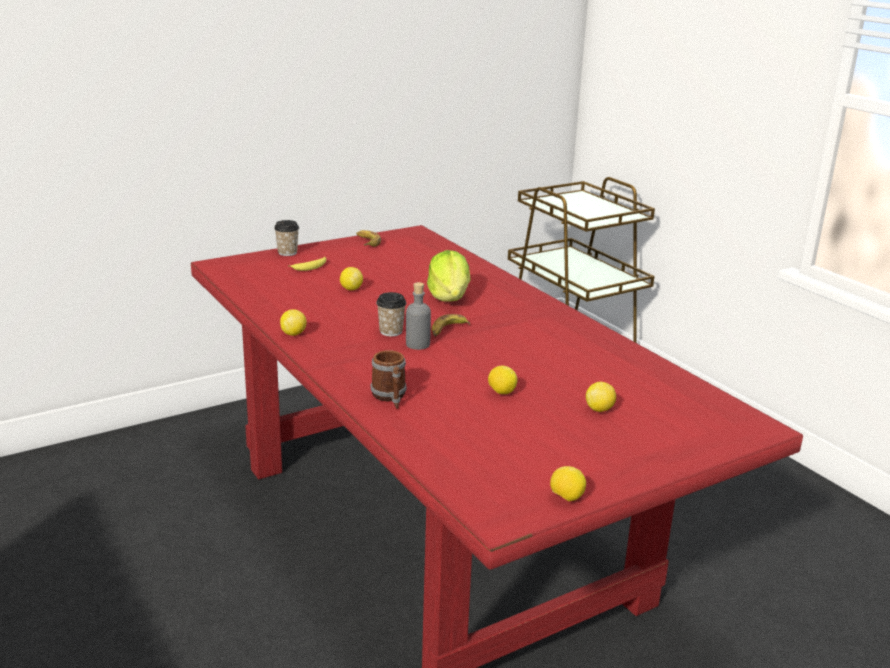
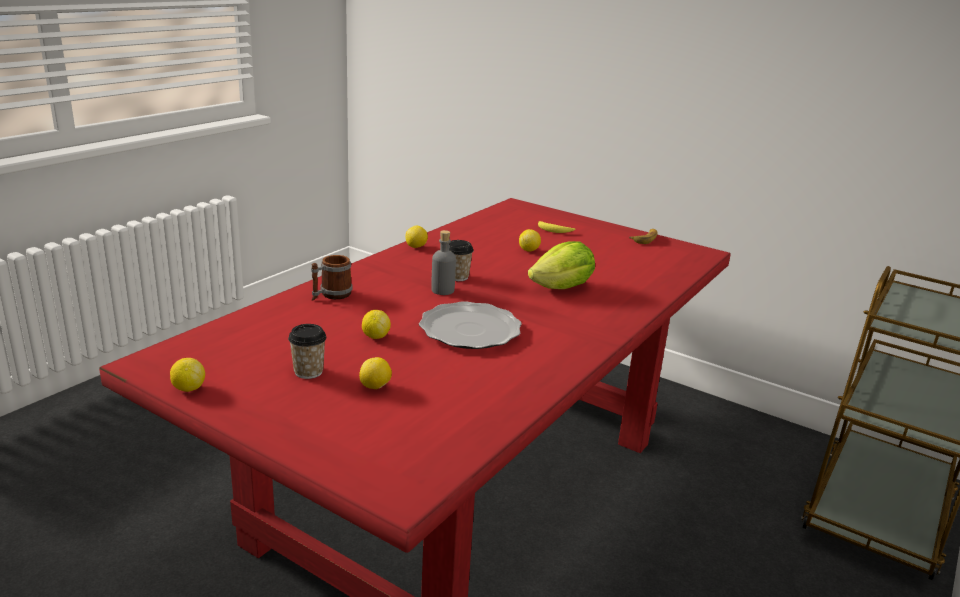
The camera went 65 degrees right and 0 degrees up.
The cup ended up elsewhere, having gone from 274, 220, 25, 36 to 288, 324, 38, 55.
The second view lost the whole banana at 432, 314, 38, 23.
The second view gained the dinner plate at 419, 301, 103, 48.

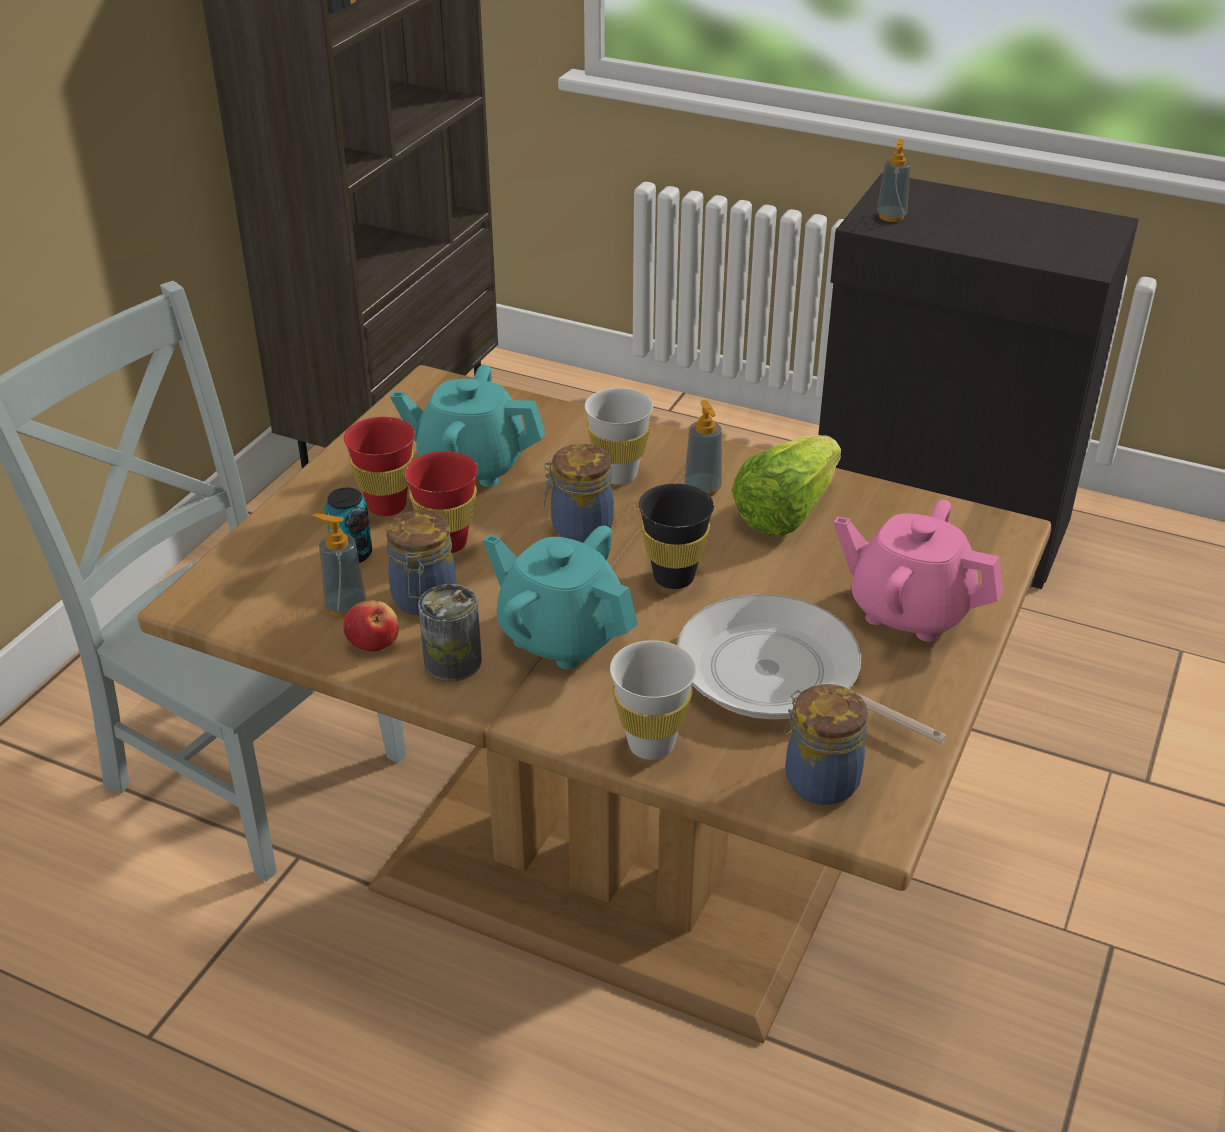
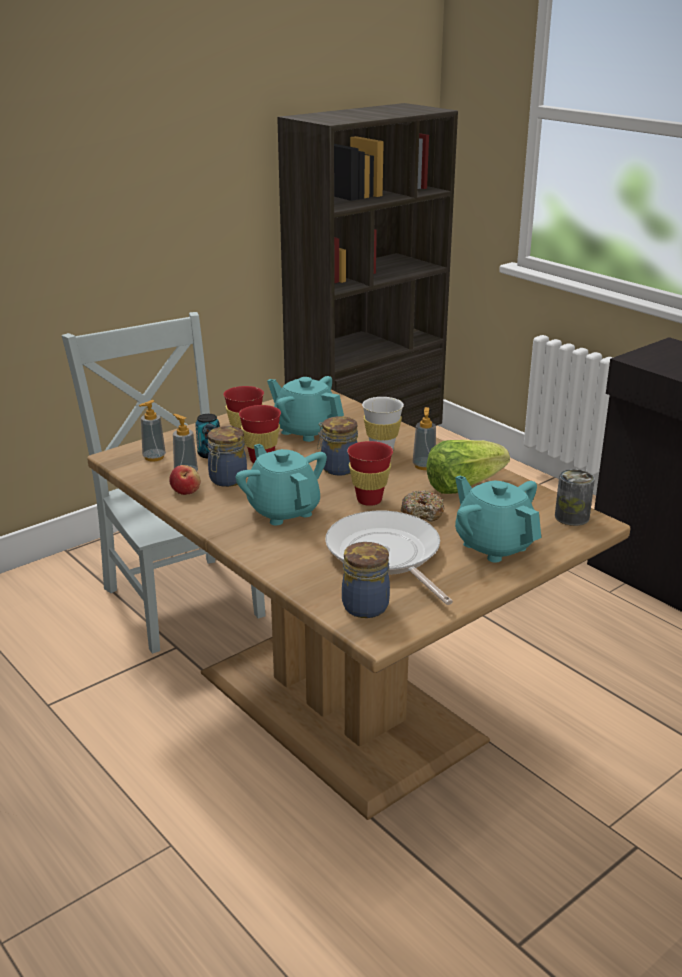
The camera went 25 degrees right and 10 degrees down.
The liquid soap bottle ended up elsewhere, having gone from 877, 139, 34, 83 to 139, 400, 27, 62.
What was the cup (black-coloured) at 639, 484, 75, 105 turned into the cup (reddish) at 347, 441, 46, 65.
What was the tea pot (pink-coloured) at 834, 500, 169, 142 turned into the tea pot (turquoise-coloured) at 455, 476, 86, 87.
The sealed can ended up elsewhere, having gone from 418, 584, 64, 97 to 555, 469, 40, 57.
The second view lost the cup (whitish) at 610, 640, 86, 120.
The second view gained the donut at 401, 490, 43, 32.

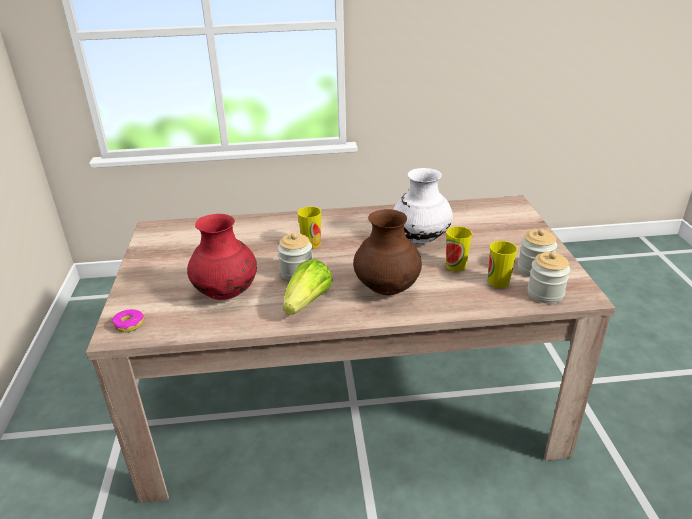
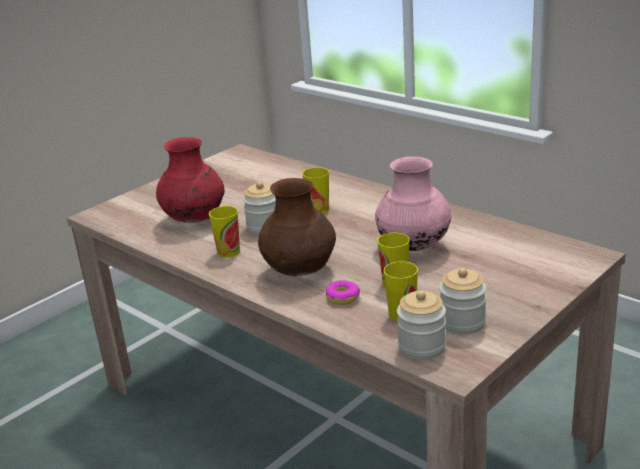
The camera went 50 degrees right and 5 degrees down.
What was the flower vase (whitish) at 393, 168, 60, 76 turned into the flower vase (pink-coloured) at 375, 156, 76, 95.
Where the lettuce head stood at 283, 259, 50, 56, the cup came to stand at 209, 206, 31, 51.
The donut ended up elsewhere, having gone from 112, 309, 32, 24 to 326, 280, 34, 25.

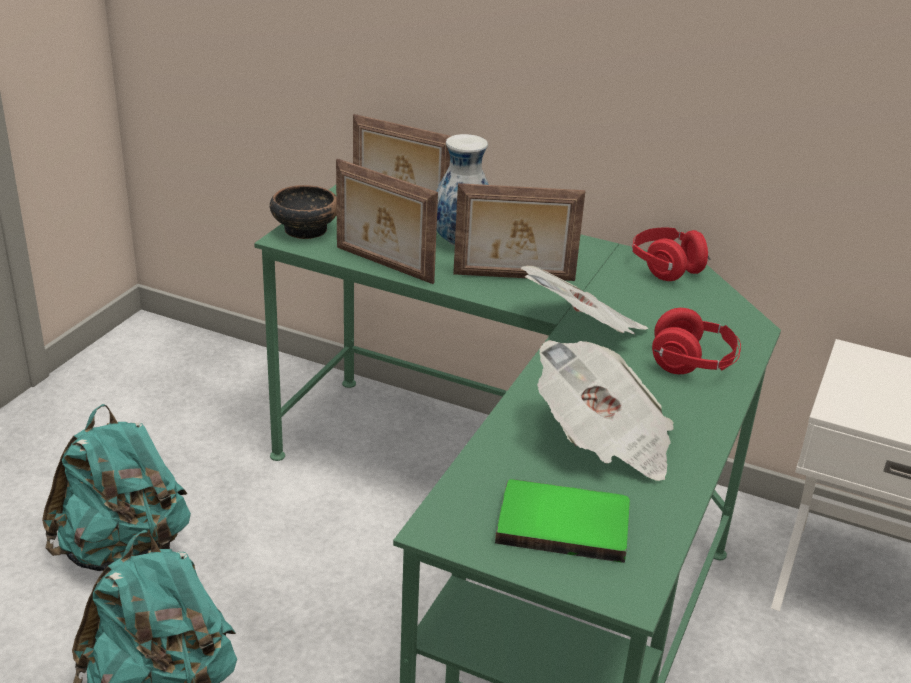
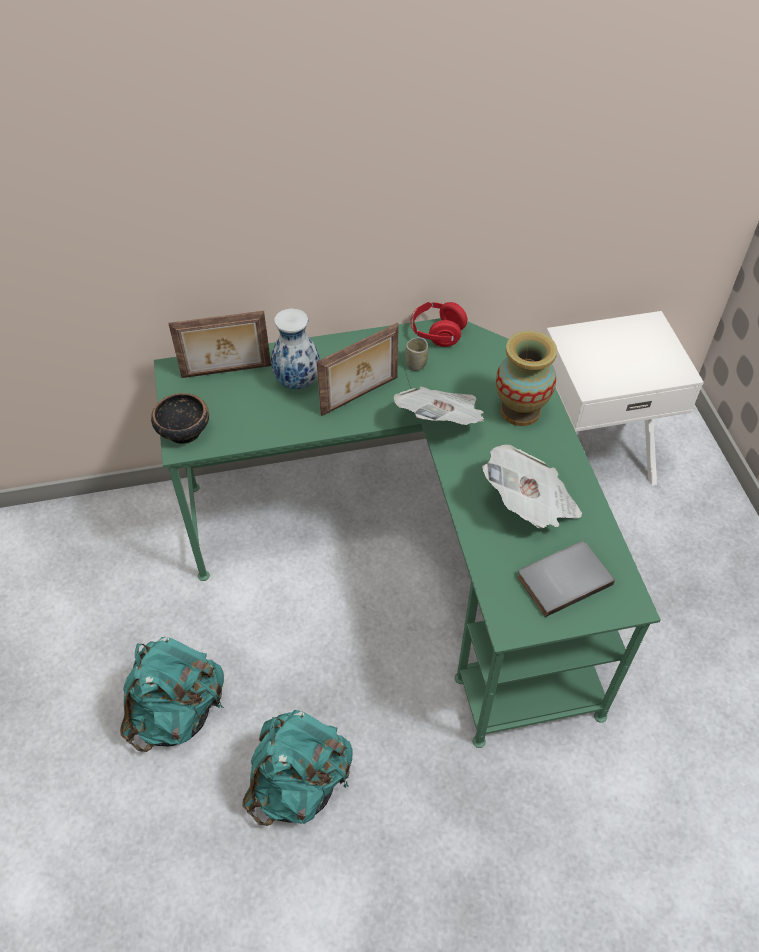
The camera went 35 degrees left and 20 degrees up.
The second view lost the picture frame at 336, 159, 102, 125.
Where the headset (reddish) stood at 652, 308, 89, 66, the flower vase came to stand at 496, 331, 61, 95.
What was the bound book (green-coloured) at 495, 479, 135, 84 turned into the bound book (grey) at 518, 541, 97, 76.
The second view gained the cup at 405, 337, 23, 34.

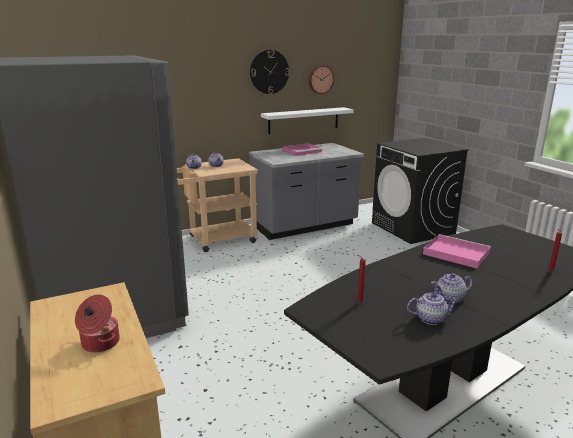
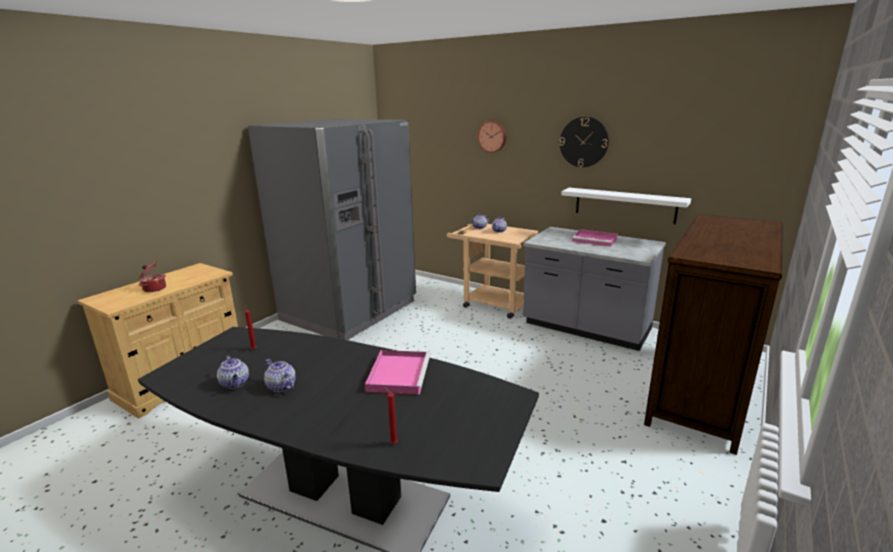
The camera went 60 degrees right and 0 degrees up.
The hanging clock ended up elsewhere, having gone from 309, 65, 25, 29 to 477, 121, 29, 32.
Where the laundry appliance (black-coloured) stood at 372, 138, 97, 106, the drawer chest came to stand at 644, 214, 139, 241.

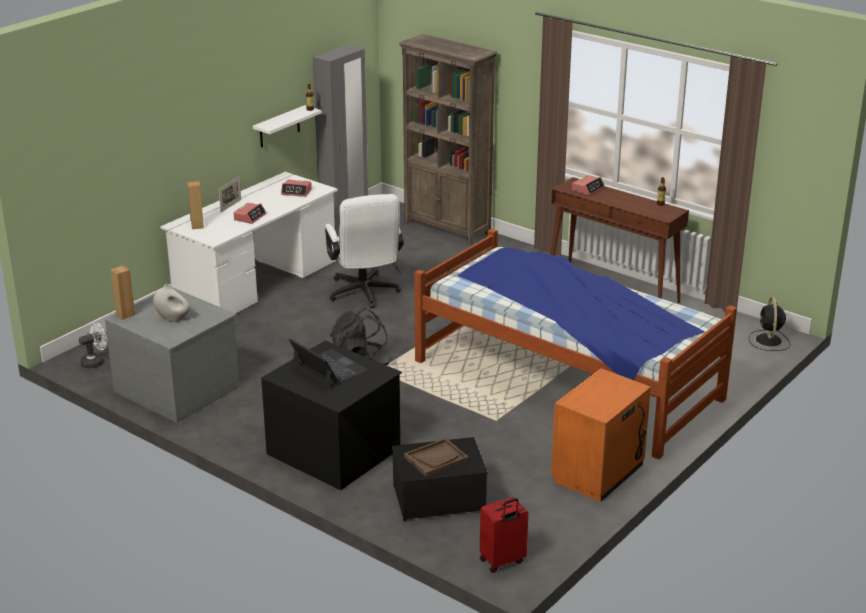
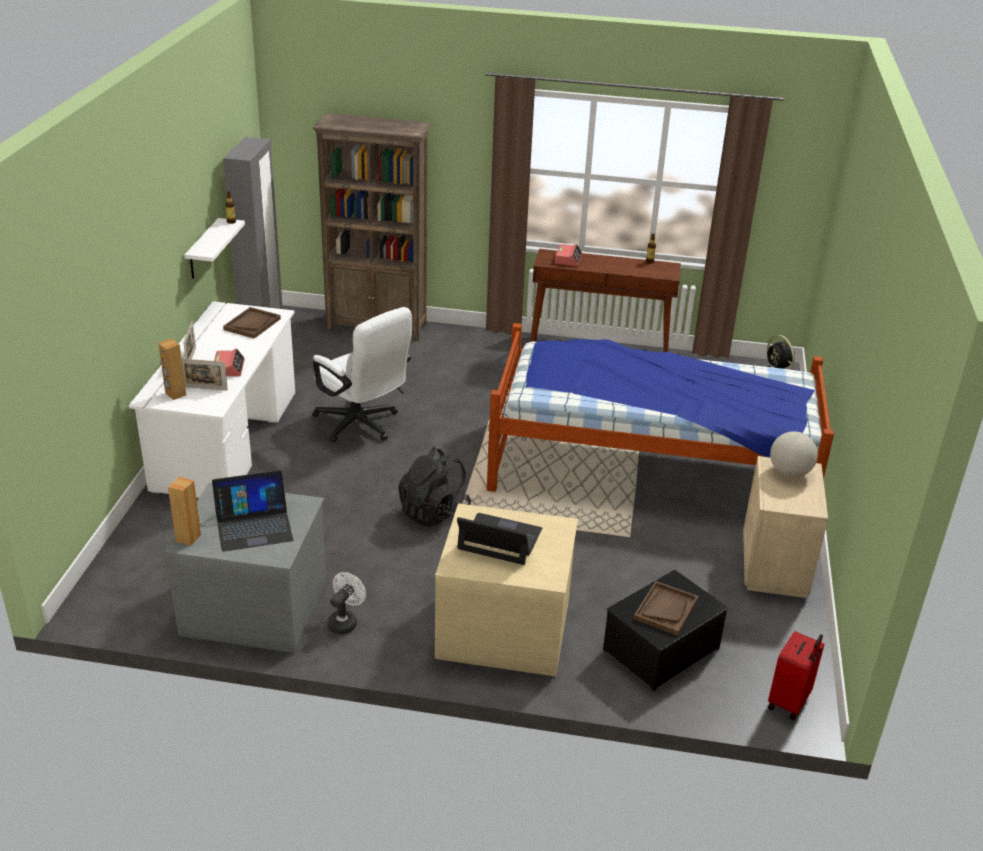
The camera went 30 degrees left and 5 degrees up.
Where the bedside clock stood at 281, 179, 31, 18, the serving tray (brownish) came to stand at 223, 307, 58, 32.
Where the flower vase (whitish) stood at 153, 284, 37, 38, the portable computer came to stand at 212, 470, 81, 82.
The electric fan (whitish) ended up elsewhere, having gone from 79, 323, 28, 45 to 327, 572, 39, 62.
What was the drawer chest (black-coloured) at 261, 340, 141, 150 turned into the drawer chest (sand-coloured) at 435, 503, 143, 173.
What was the nightstand (orangey) at 551, 368, 100, 134 turned into the nightstand (sand-coloured) at 743, 456, 85, 142.
The second view gained the picture frame at 182, 359, 46, 31.
The second view gained the globe at 770, 431, 48, 46.

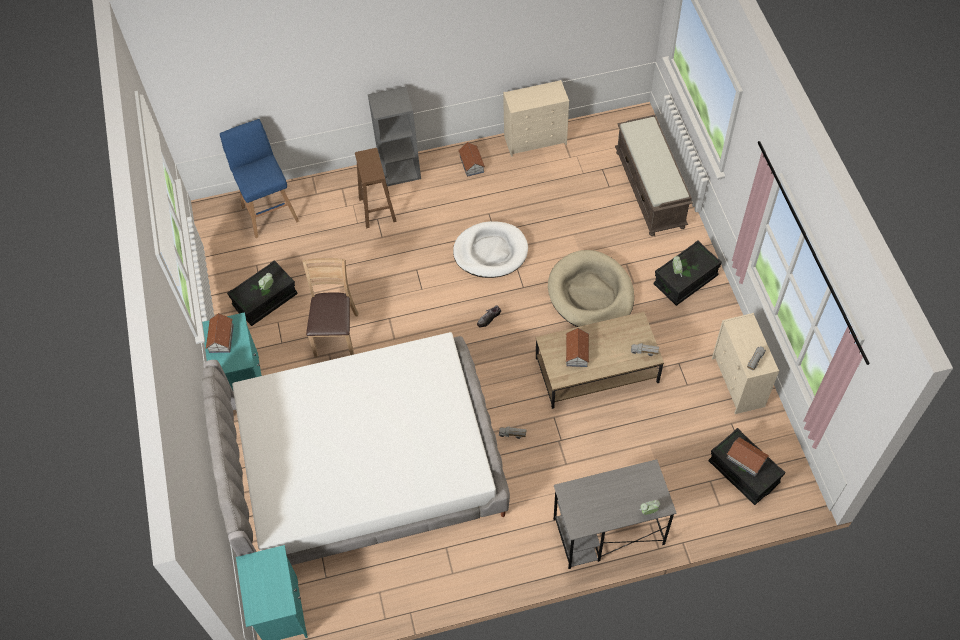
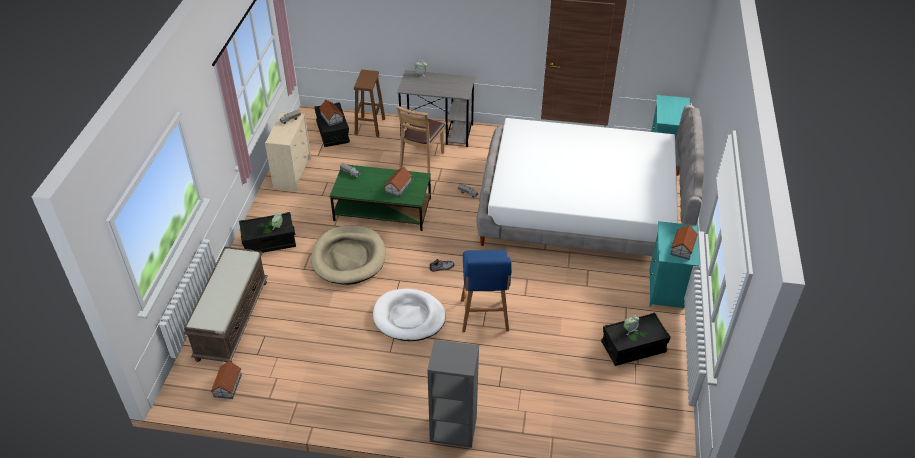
The camera went 160 degrees left and 15 degrees down.
The second view lost the drawer chest (sand-coloured) at 503, 80, 66, 77.
The sitting stool (blue) ended up elsewhere, having gone from 220, 119, 79, 119 to 461, 250, 51, 82.
The toy house ended up elsewhere, having gone from 458, 142, 27, 35 to 211, 361, 31, 38.
The sitting stool (brownish) ended up elsewhere, having gone from 355, 148, 42, 80 to 354, 70, 31, 67.
The upright chair (brownish) ended up elsewhere, having gone from 302, 258, 57, 99 to 396, 105, 49, 68.
What was the low table (brownish) at 536, 312, 128, 97 turned into the low table (green-coloured) at 330, 165, 101, 66.

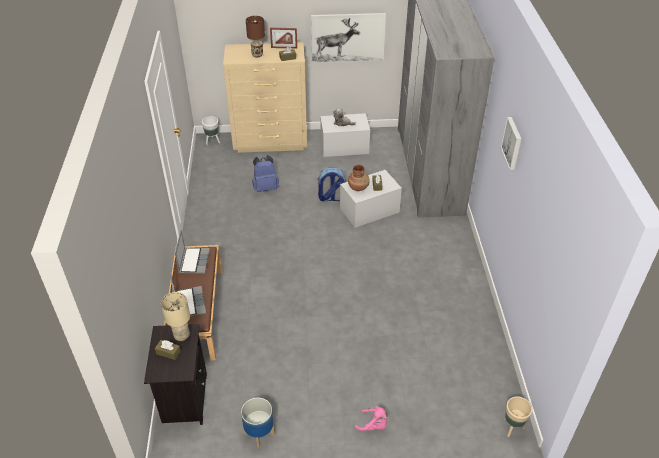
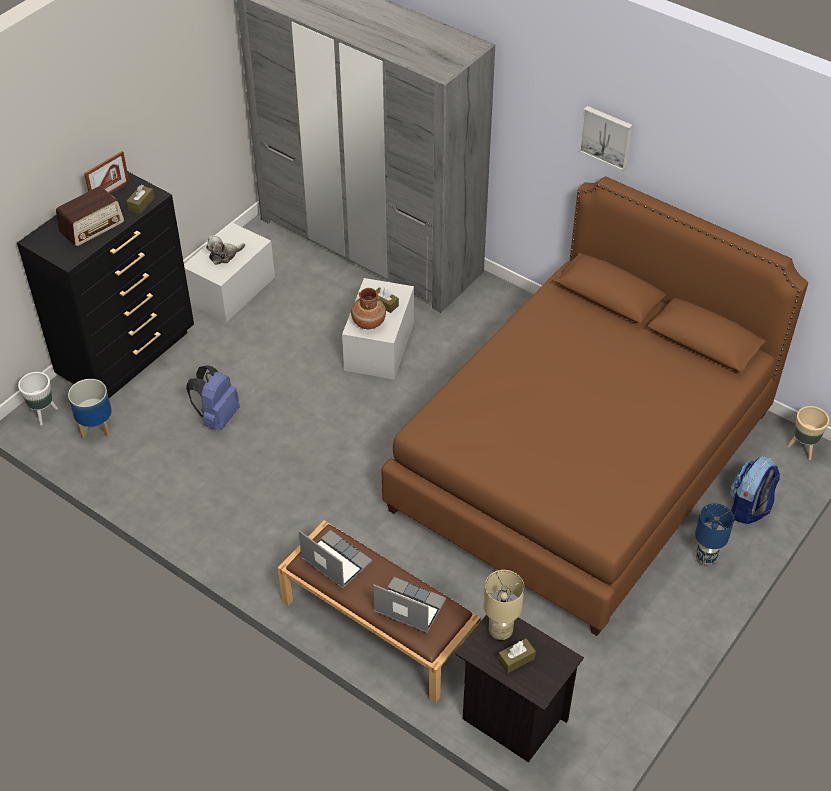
The camera went 50 degrees left and 5 degrees up.
The second view lost the picture at 311, 13, 75, 49.
Where the table lamp (brownish) stood at 246, 16, 19, 41, the radio came to stand at 56, 186, 69, 61.
What was the drawer chest (sand-coloured) at 223, 42, 84, 111 turned into the drawer chest (black-coloured) at 17, 171, 177, 227.
The backpack ended up elsewhere, having gone from 318, 167, 28, 35 to 730, 456, 50, 68.
The flower pot ended up elsewhere, having gone from 241, 397, 33, 50 to 68, 379, 44, 60.
Where the soft toy (pink-coloured) stood at 355, 406, 32, 25, the table lamp (blue) came to stand at 695, 503, 39, 63.
The second view gained the bed (brownish) at 381, 176, 427, 460.

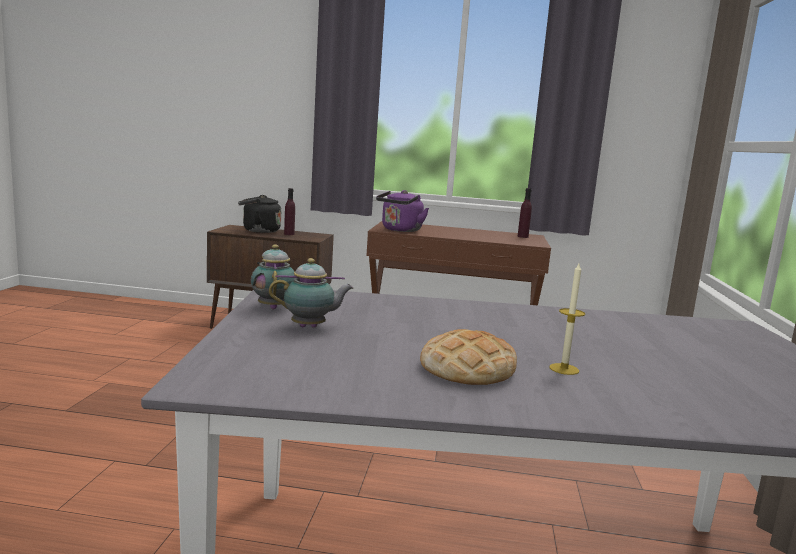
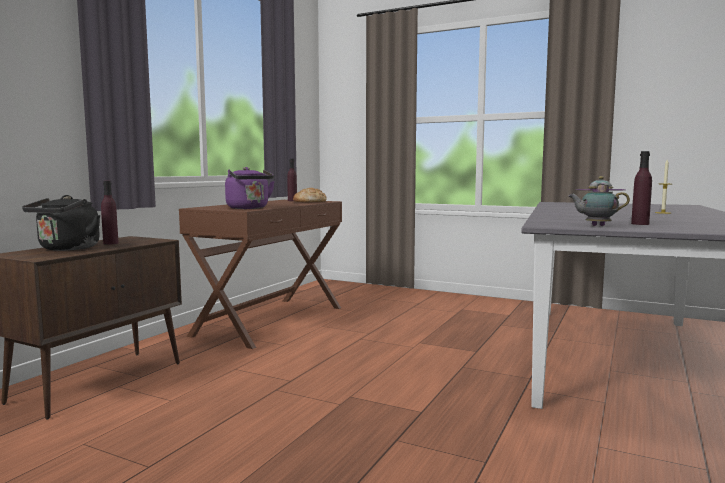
The camera went 70 degrees left and 5 degrees down.
Where the tea pot stood at 269, 258, 85, 70, the beverage bottle (purple) came to stand at 631, 151, 21, 74.
The bakery bread ended up elsewhere, having gone from 420, 329, 97, 56 to 293, 188, 34, 14.

